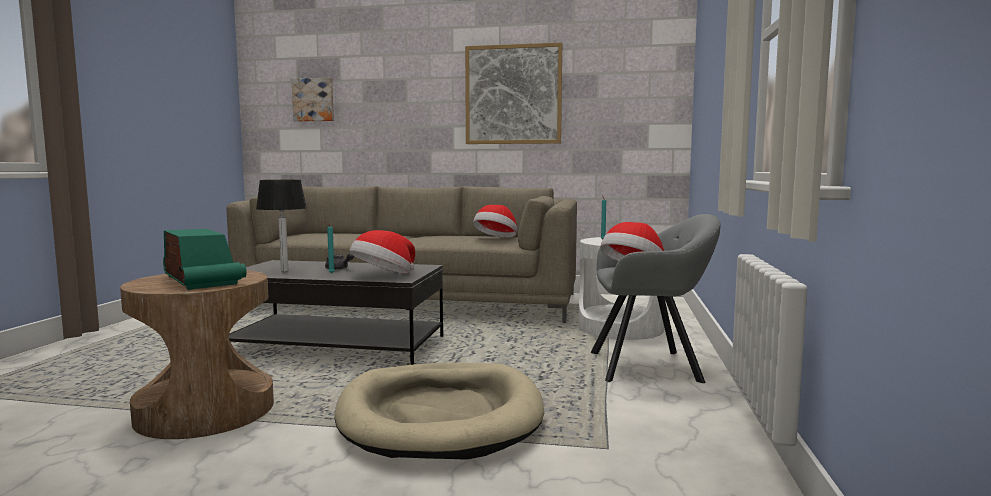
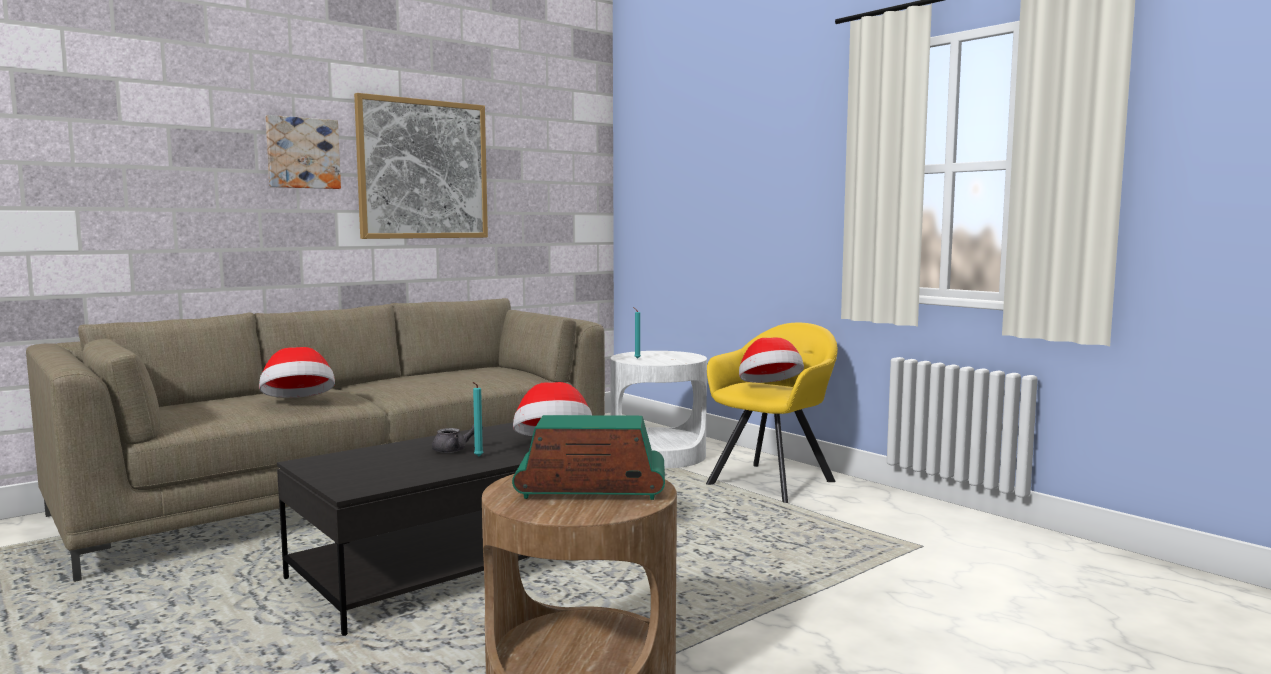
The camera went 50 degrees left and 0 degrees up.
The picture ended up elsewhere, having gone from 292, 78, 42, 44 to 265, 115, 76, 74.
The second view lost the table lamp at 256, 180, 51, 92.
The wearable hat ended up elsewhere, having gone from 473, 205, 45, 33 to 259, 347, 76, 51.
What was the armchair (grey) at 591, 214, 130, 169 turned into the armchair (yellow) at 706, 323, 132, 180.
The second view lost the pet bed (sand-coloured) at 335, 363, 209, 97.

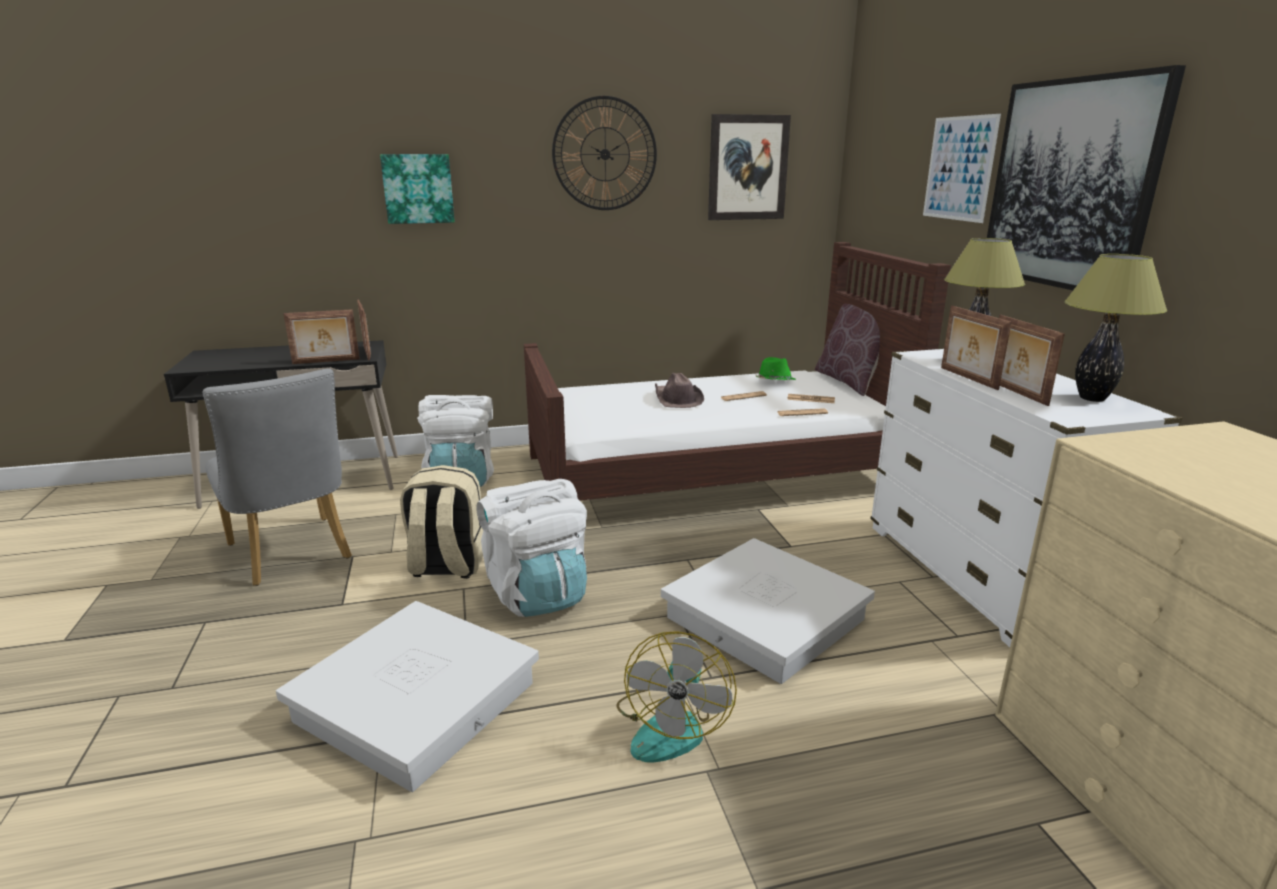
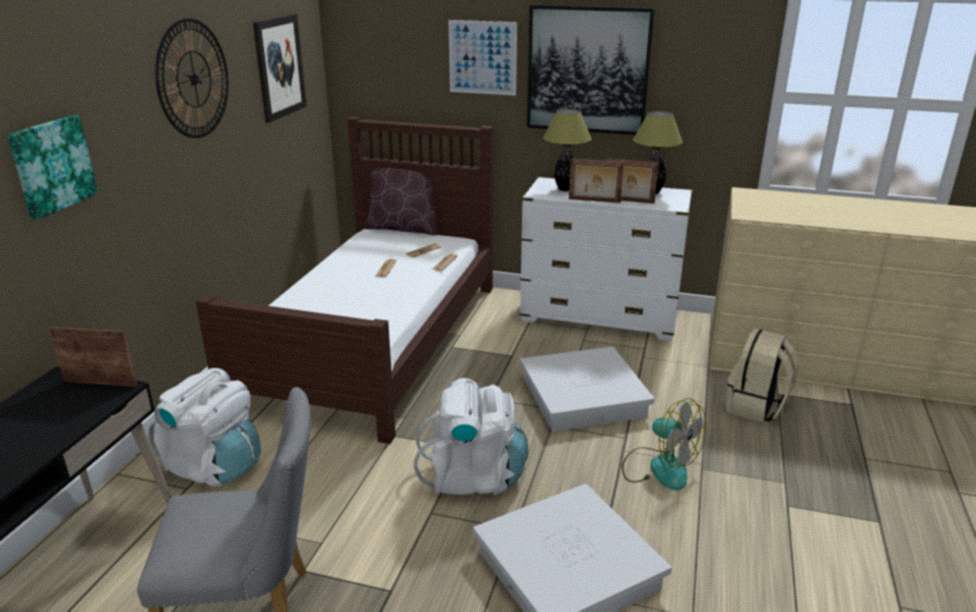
The camera went 60 degrees left and 5 degrees up.
The second view lost the picture frame at 283, 309, 77, 55.
The second view lost the wearable hat (green-coloured) at 755, 357, 41, 23.
The second view lost the wearable hat (brownish) at 655, 373, 49, 35.
The backpack (sand-coloured) ended up elsewhere, having gone from 400, 465, 83, 114 to 725, 328, 74, 95.

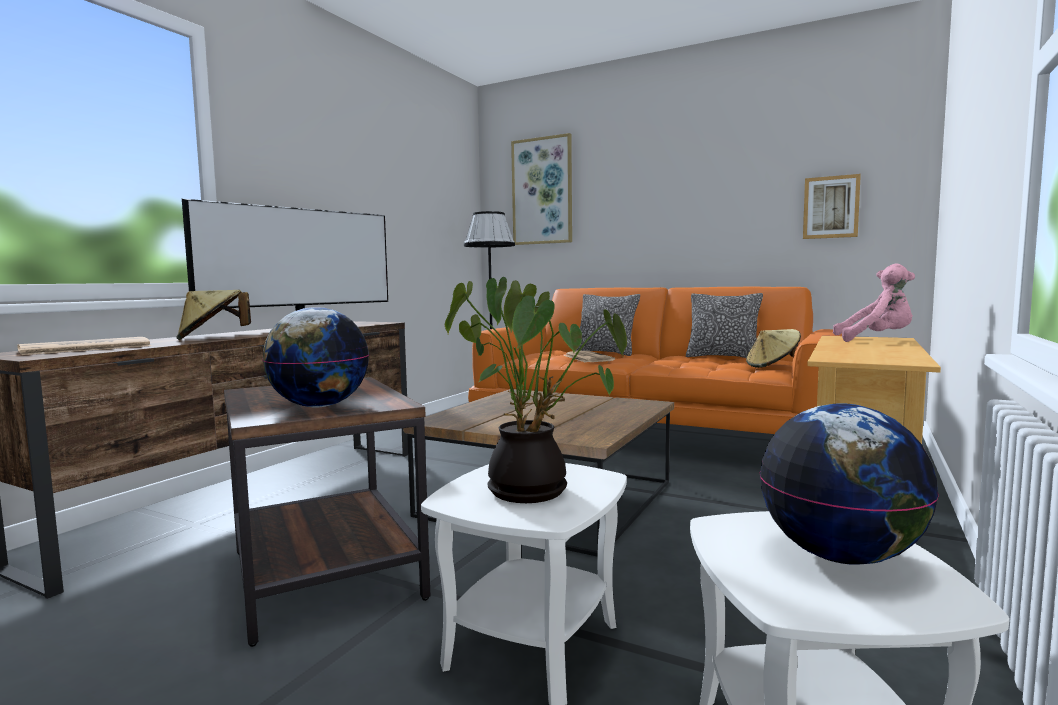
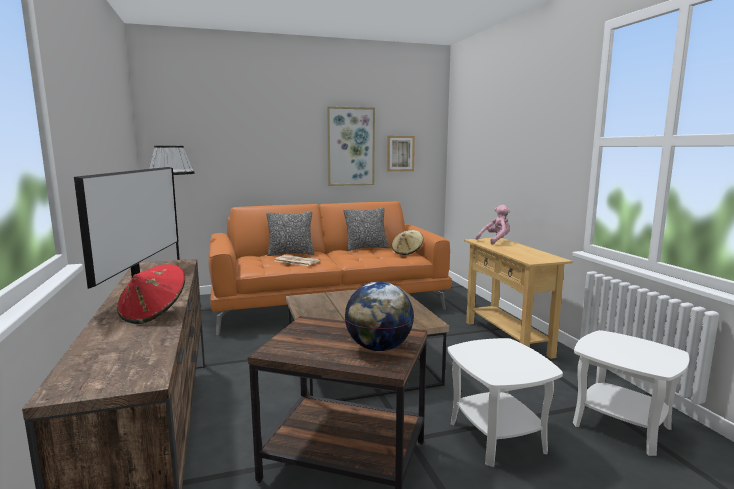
The camera went 45 degrees left and 5 degrees up.
The picture ended up elsewhere, having gone from 511, 133, 61, 112 to 327, 106, 48, 80.
The second view lost the houseplant at 445, 277, 182, 226.
What was the wearable hat (sand-coloured) at 176, 290, 75, 50 turned into the wearable hat (reddish) at 117, 264, 68, 60.
The second view lost the newspaper at 17, 337, 134, 18.
The second view lost the globe at 760, 403, 179, 162.

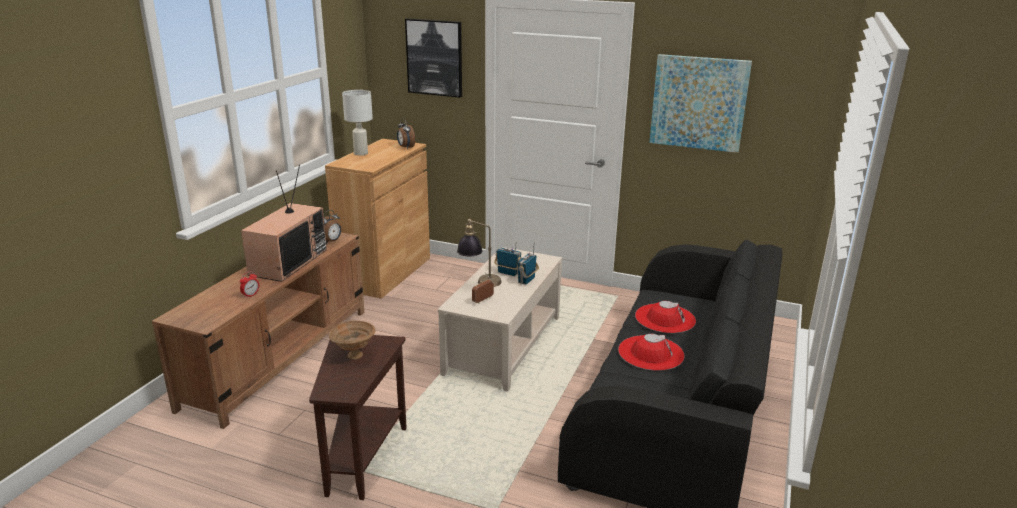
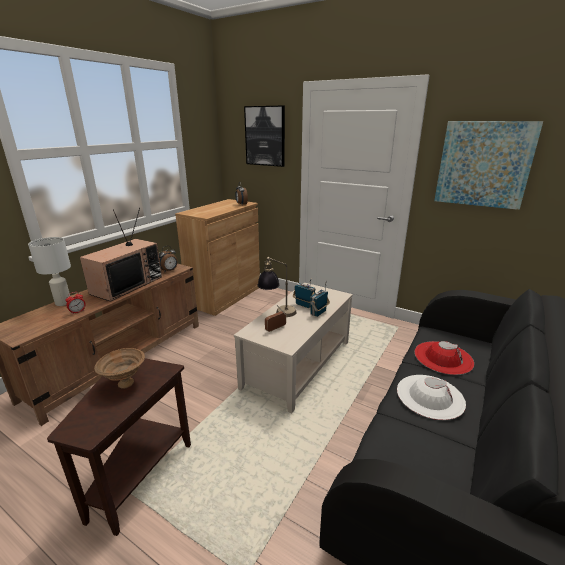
The camera went 10 degrees right and 0 degrees up.
The table lamp (whitish) ended up elsewhere, having gone from 342, 90, 31, 66 to 28, 237, 43, 69.
What was the wearable hat (reddish) at 618, 334, 67, 37 turned into the wearable hat (whitish) at 397, 375, 69, 45.

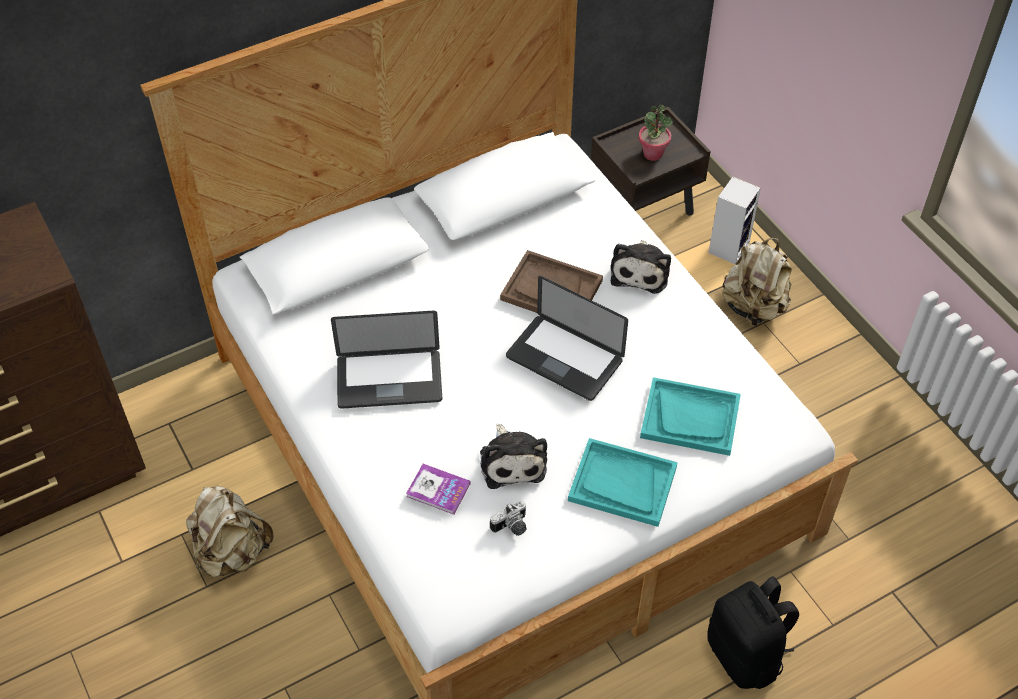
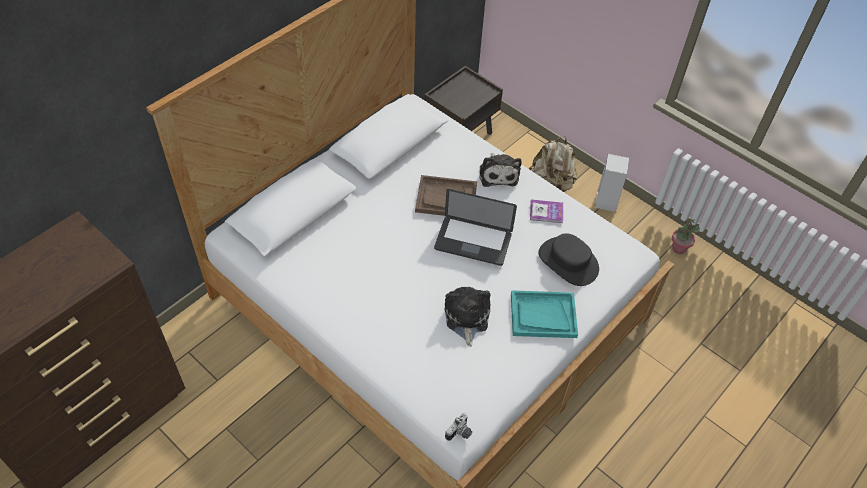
The camera went 20 degrees left and 0 degrees up.
The houseplant ended up elsewhere, having gone from 638, 105, 35, 56 to 672, 219, 28, 35.
The loudspeaker ended up elsewhere, having gone from 708, 177, 53, 87 to 595, 154, 34, 58.
The second view lost the portable computer at 331, 311, 111, 98.
Where the serving tray (turquoise-coloured) stood at 640, 377, 101, 79, the wearable hat (black-coloured) came to stand at 538, 233, 61, 53.
The soft toy at 480, 424, 67, 65 ended up facing another way, 150 degrees counterclockwise from before.
The bound book ended up elsewhere, having gone from 406, 464, 65, 51 to 530, 200, 33, 23.
The second view lost the backpack (sand-coloured) at 186, 486, 88, 91.
The photo camera ended up elsewhere, having gone from 490, 501, 37, 35 to 445, 413, 27, 28.
The second view lost the backpack (black-coloured) at 707, 576, 92, 113.

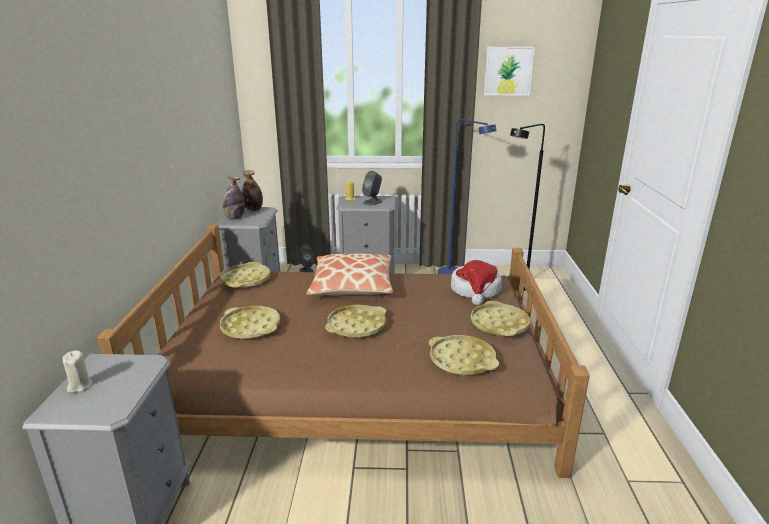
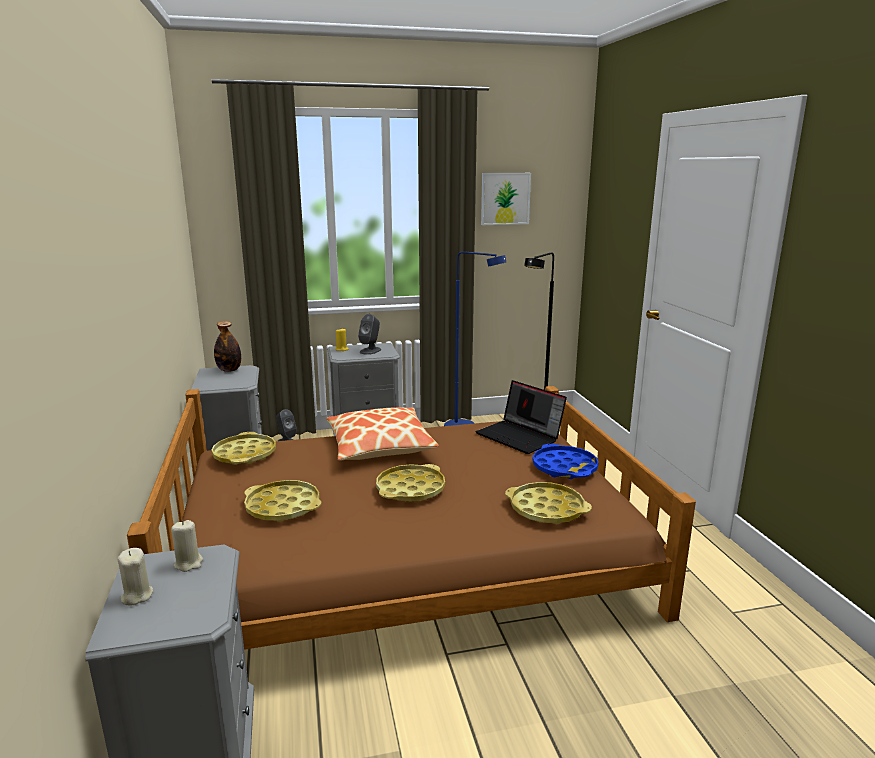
The camera went 15 degrees left and 5 degrees down.
The second view lost the beverage bottle at 223, 176, 22, 43.
Where the wearable hat stood at 451, 260, 51, 46, the portable computer came to stand at 476, 380, 91, 74.
What was the serving tray (yellow) at 471, 301, 59, 35 turned into the serving tray (blue) at 533, 444, 66, 35.
The second view gained the wax light (sand-coloured) at 171, 520, 32, 52.

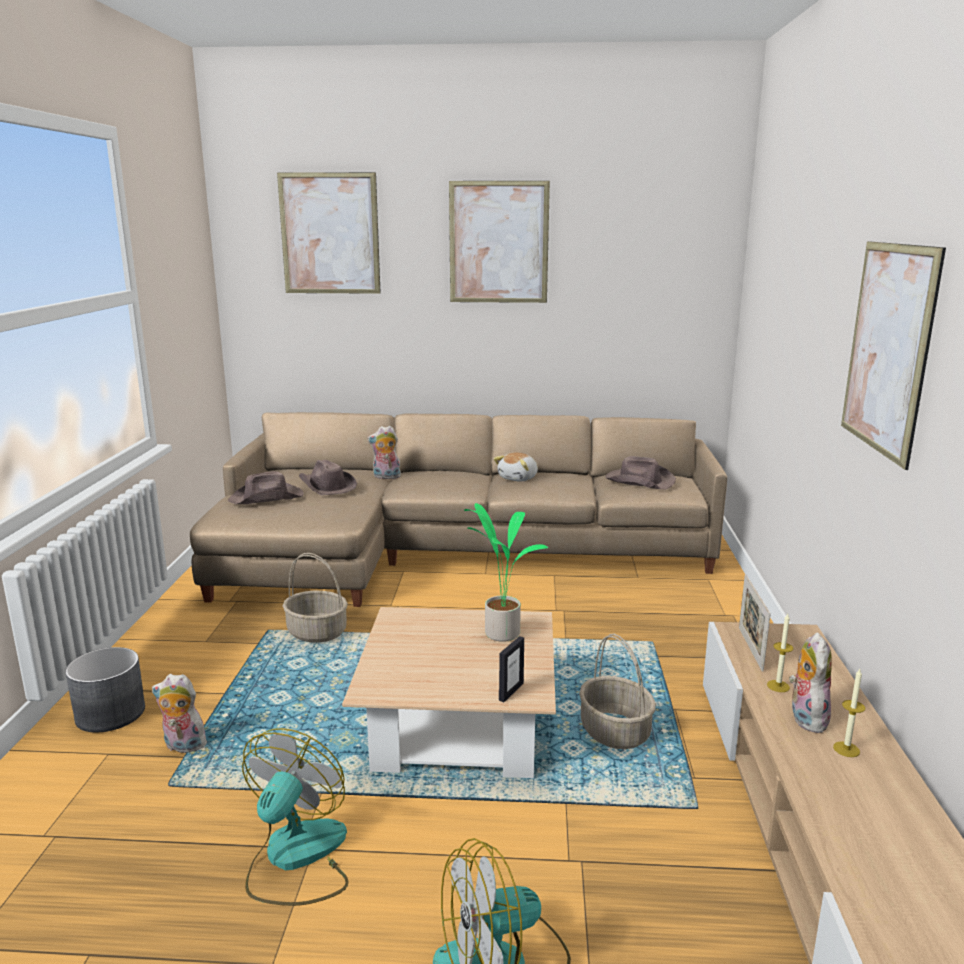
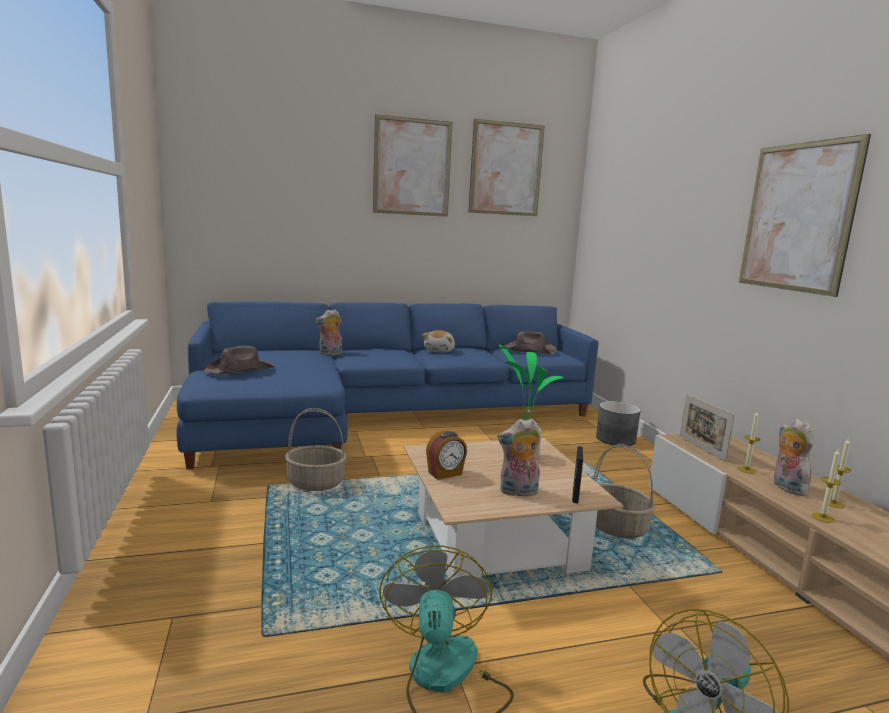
The camera went 20 degrees left and 5 degrees down.
The picture ended up elsewhere, having gone from 277, 172, 104, 122 to 468, 119, 77, 97.
What was the settee (sand-coloured) at 190, 412, 537, 195 turned into the settee (blue) at 177, 301, 422, 168.
The second view lost the wearable hat (brownish) at 299, 460, 58, 35.
The flower pot (grey) ended up elsewhere, having gone from 65, 647, 80, 85 to 596, 401, 45, 45.
The soft toy ended up elsewhere, having gone from 152, 674, 57, 79 to 498, 418, 43, 78.
The second view gained the bedside clock at 426, 431, 41, 49.
The second view gained the wax light at 811, 449, 30, 74.

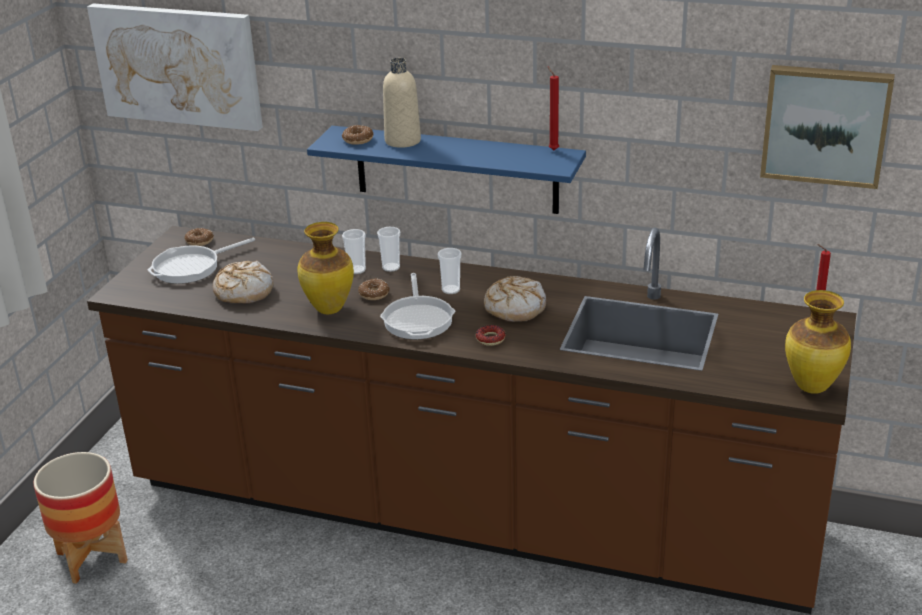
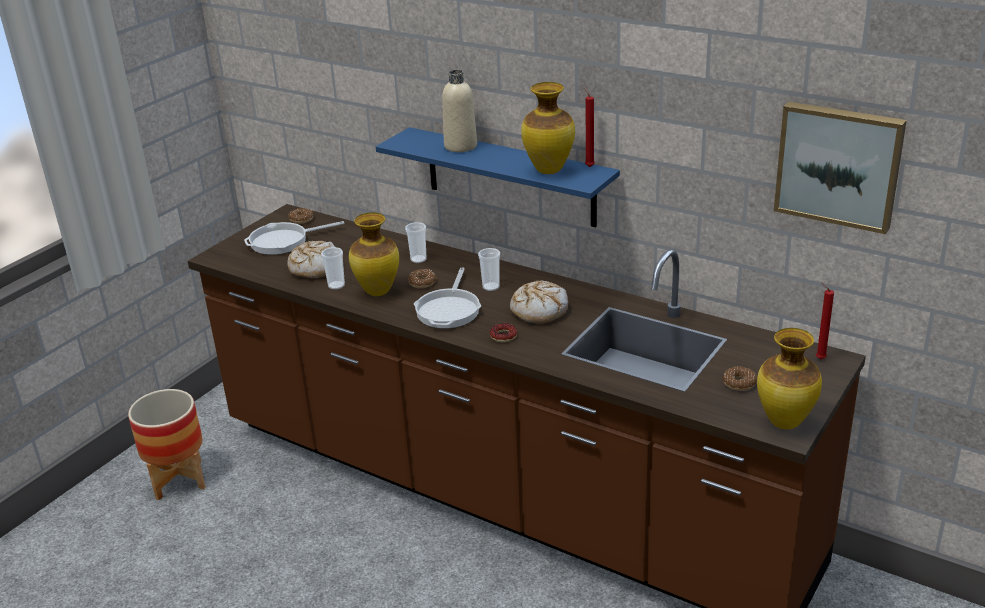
The camera went 15 degrees right and 0 degrees up.
The second view lost the picture at 87, 3, 176, 128.
The donut ended up elsewhere, having gone from 342, 125, 32, 20 to 722, 366, 35, 25.
The cup ended up elsewhere, having gone from 377, 227, 23, 45 to 321, 247, 24, 43.
The second view gained the flower vase at 521, 82, 54, 92.

